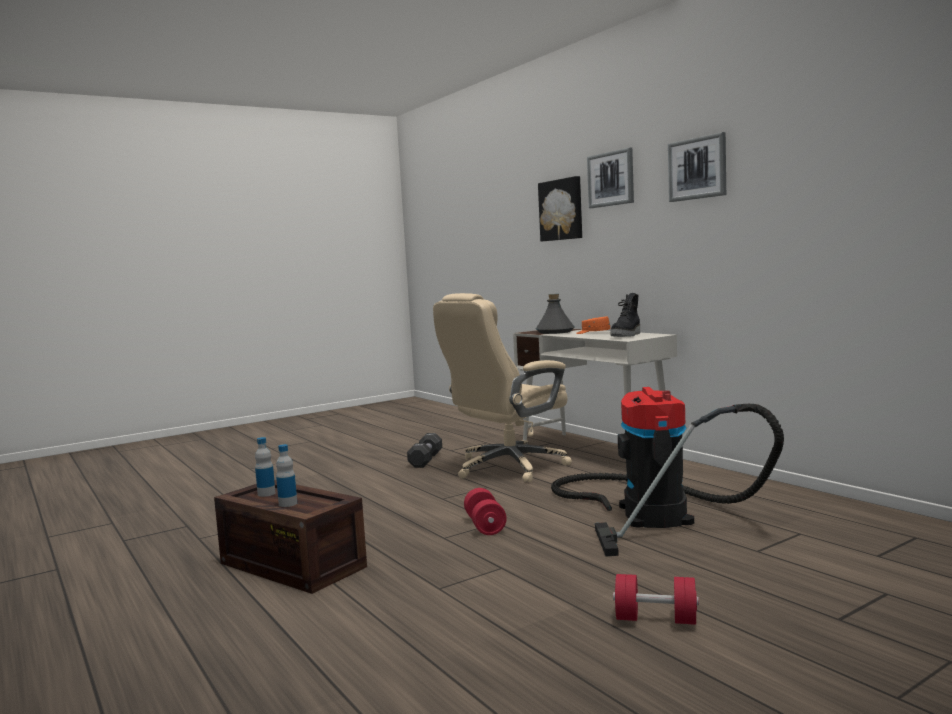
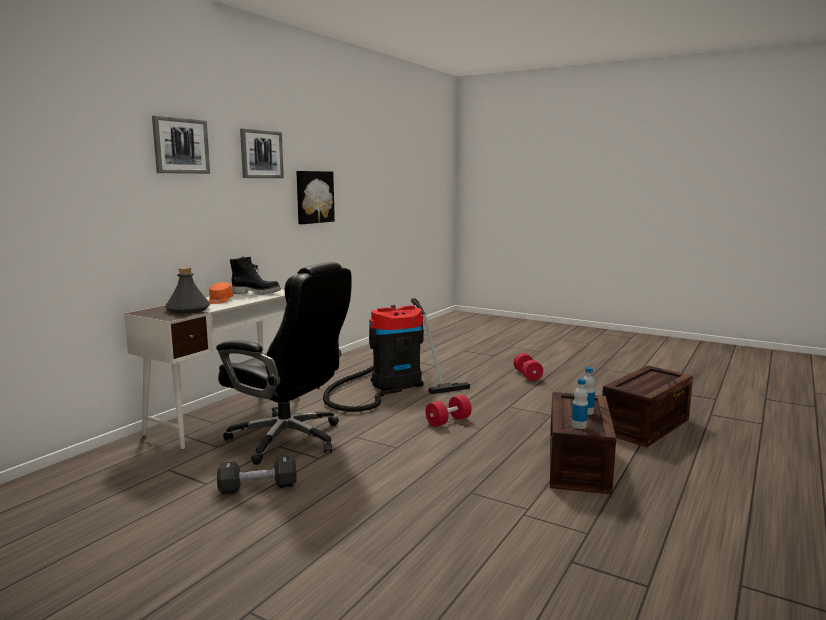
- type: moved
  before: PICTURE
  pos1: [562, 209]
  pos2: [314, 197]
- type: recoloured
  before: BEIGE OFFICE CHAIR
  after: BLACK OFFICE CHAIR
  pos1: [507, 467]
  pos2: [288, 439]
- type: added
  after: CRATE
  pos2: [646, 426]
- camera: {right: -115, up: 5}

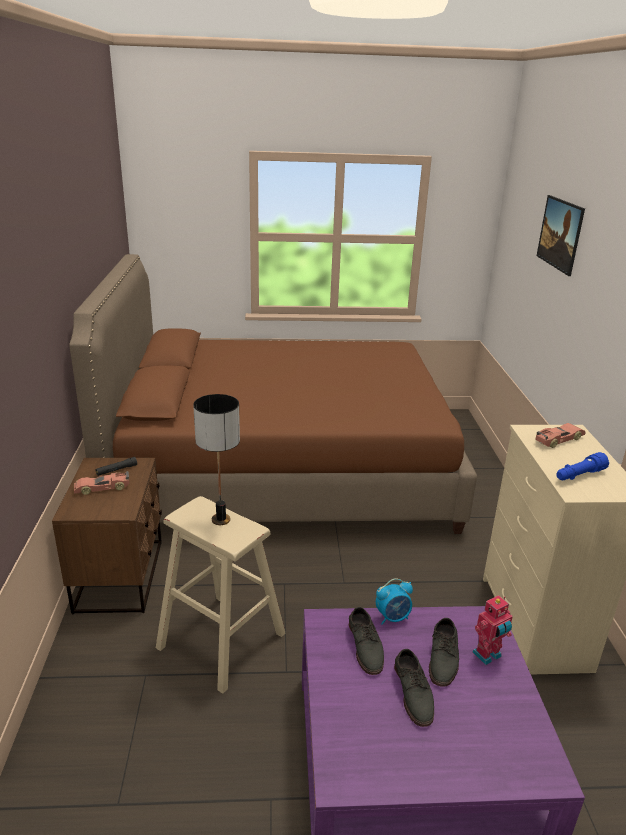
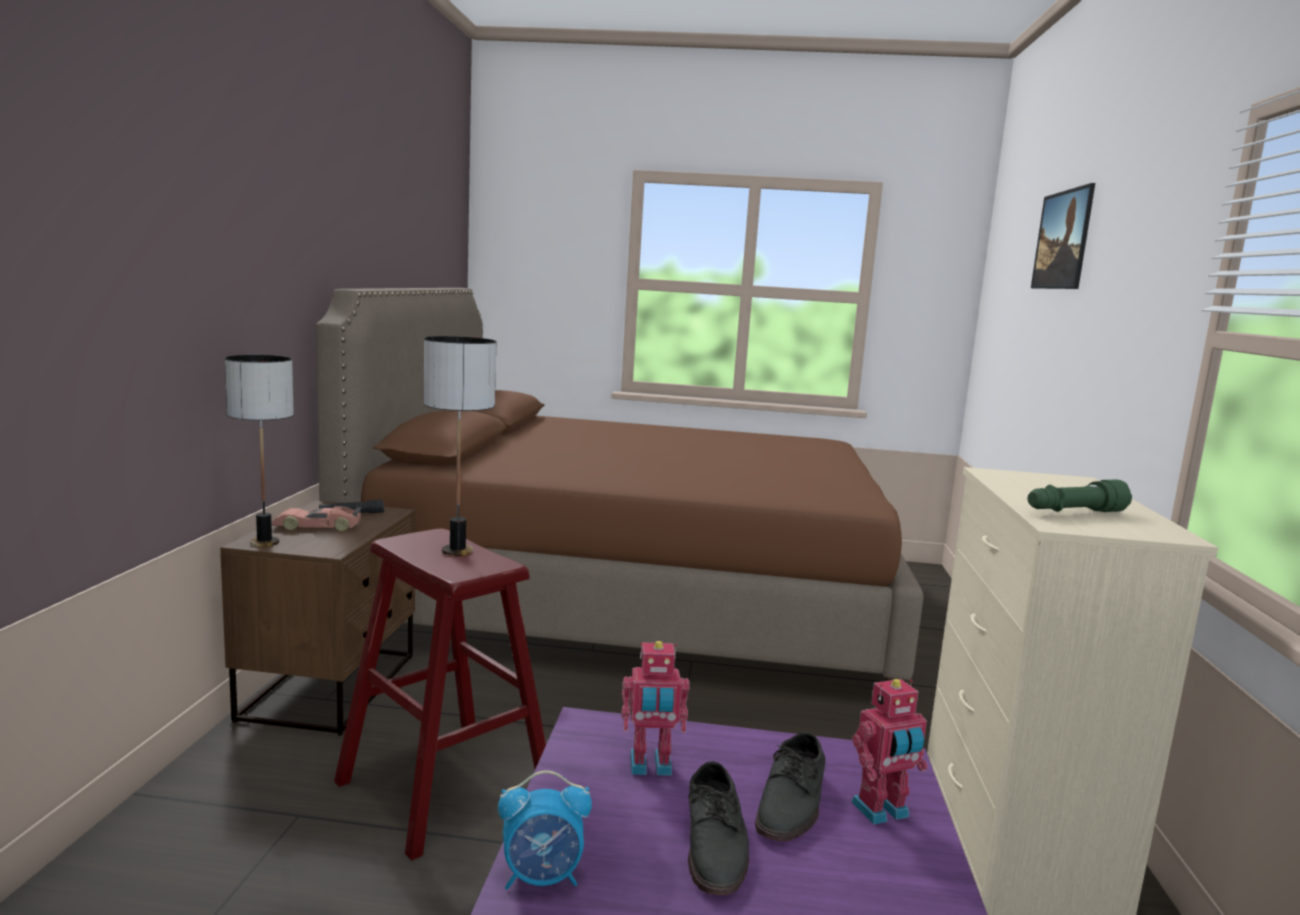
- type: removed
  before: TOY CAR
  pos1: [558, 440]
- type: recoloured
  before: BLUE FLASHLIGHT
  after: GREEN FLASHLIGHT
  pos1: [579, 475]
  pos2: [1073, 512]
- type: recoloured
  before: BEIGE STOOL
  after: RED STOOL
  pos1: [221, 640]
  pos2: [444, 787]
- type: moved
  before: ALARM CLOCK
  pos1: [393, 617]
  pos2: [542, 878]
- type: replaced
  before: GREY SHOE
  after: TOY ROBOT
  pos1: [366, 646]
  pos2: [650, 767]
- type: added
  after: TABLE LAMP
  pos2: [265, 542]
- camera: {right: 10, up: -15}

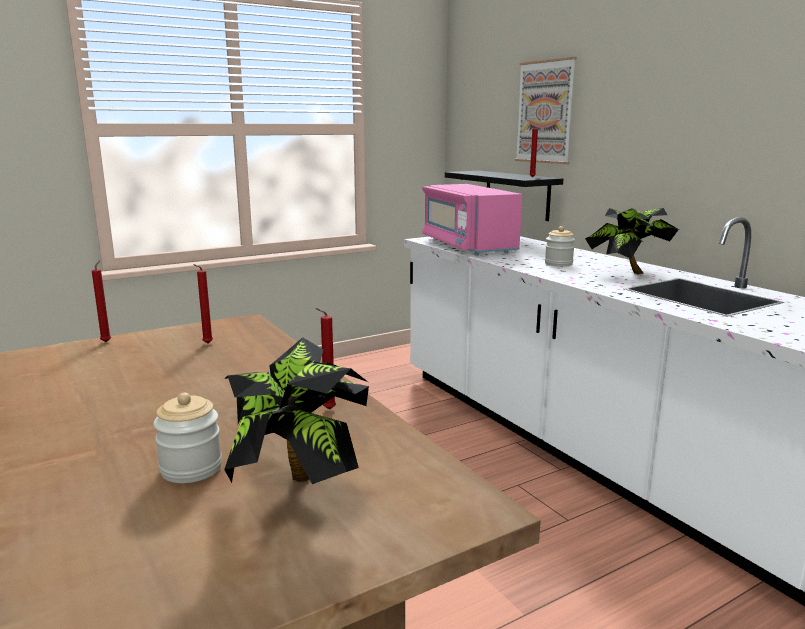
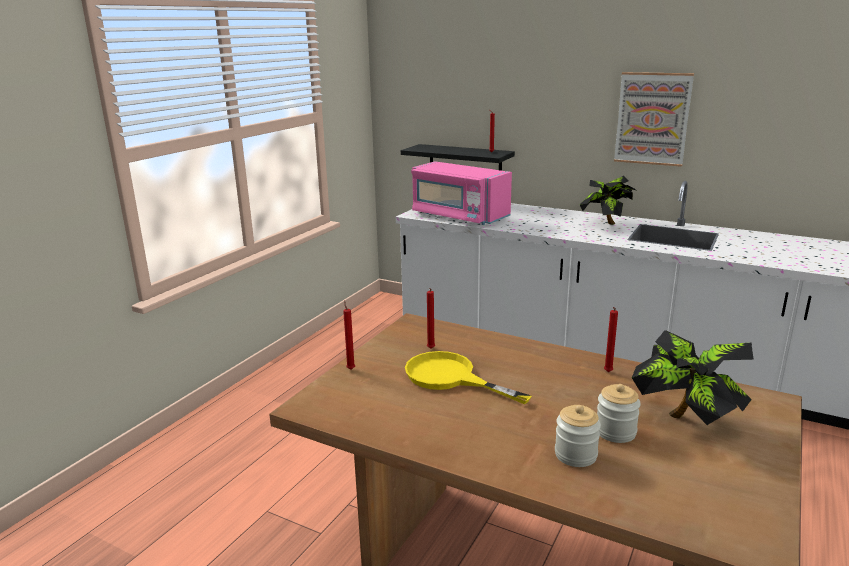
- type: moved
  before: PICTURE
  pos1: [545, 112]
  pos2: [652, 119]
- type: moved
  before: JAR
  pos1: [558, 264]
  pos2: [575, 455]
- type: added
  after: YELLOW FRYING PAN
  pos2: [450, 377]
- camera: {right: -30, up: 5}

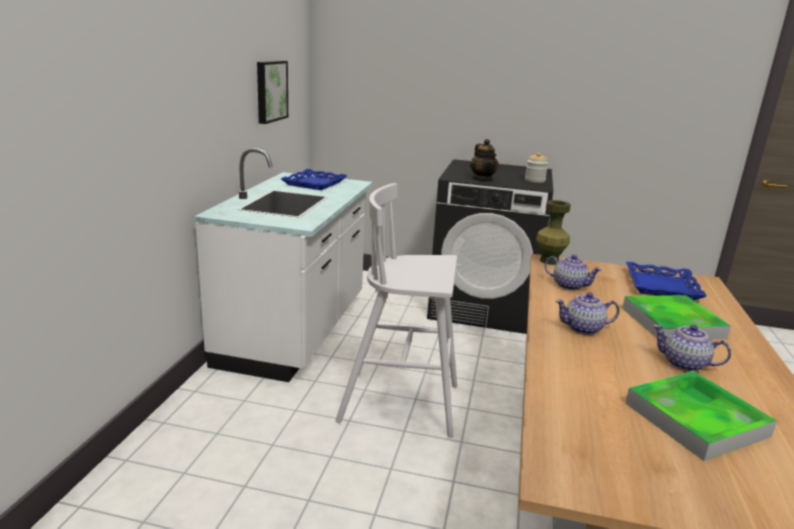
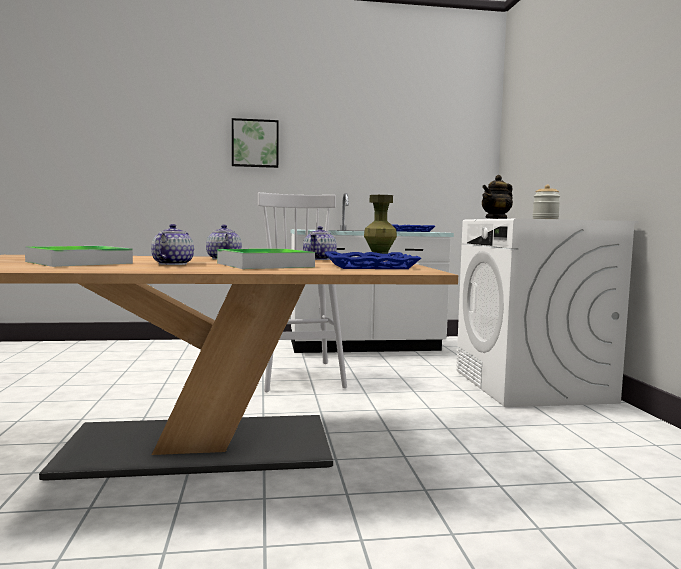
- type: moved
  before: PICTURE
  pos1: [270, 91]
  pos2: [255, 143]
- type: recoloured
  before: BLACK WASHING MACHINE
  after: WHITE WASHING MACHINE
  pos1: [483, 307]
  pos2: [531, 386]
- camera: {right: 70, up: -15}

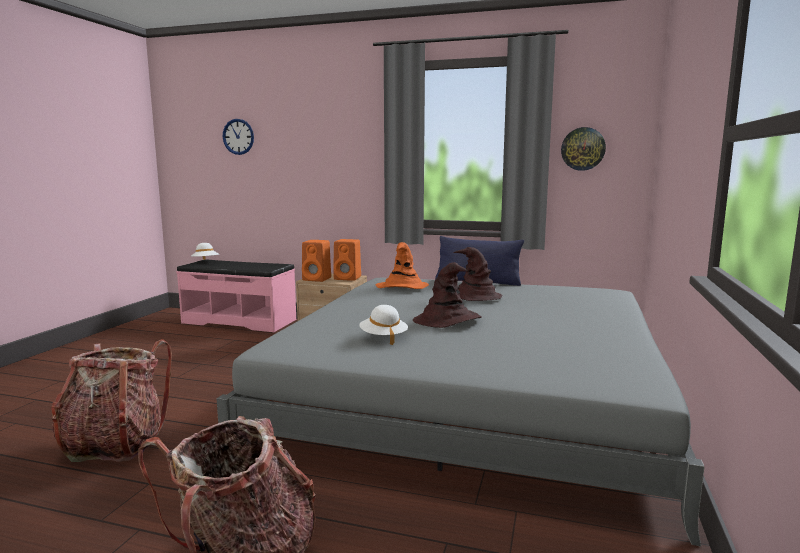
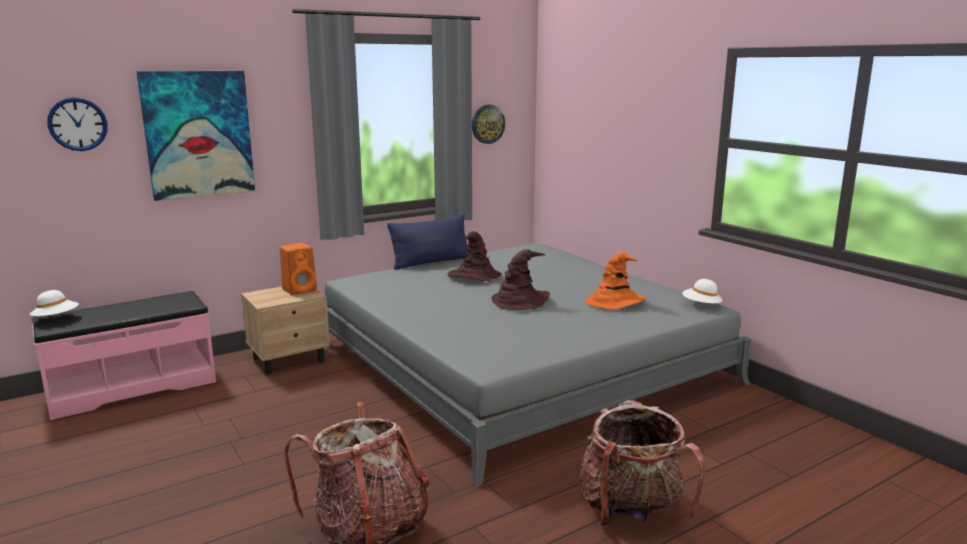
- type: removed
  before: ORANGE SPEAKER
  pos1: [318, 279]
- type: moved
  before: ORANGE HAT
  pos1: [402, 287]
  pos2: [615, 301]
- type: moved
  before: WHITE HAT
  pos1: [383, 337]
  pos2: [701, 306]
- type: added
  after: PICTURE
  pos2: [198, 134]
- camera: {right: -50, up: 5}

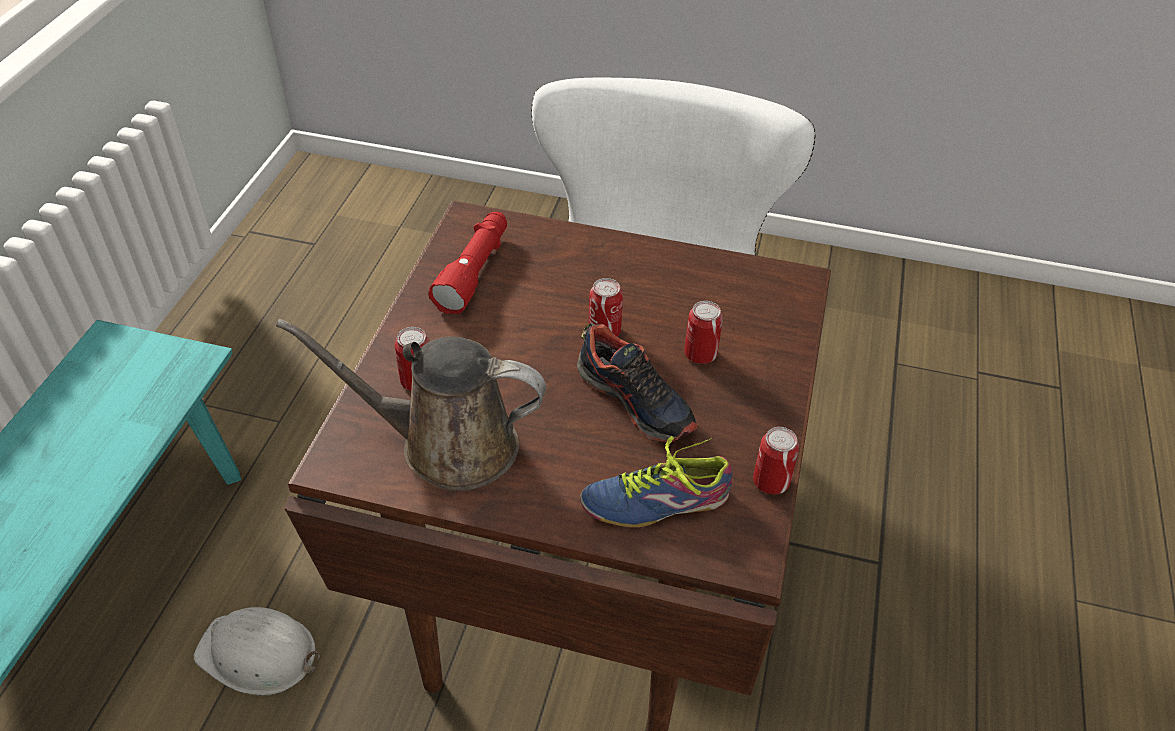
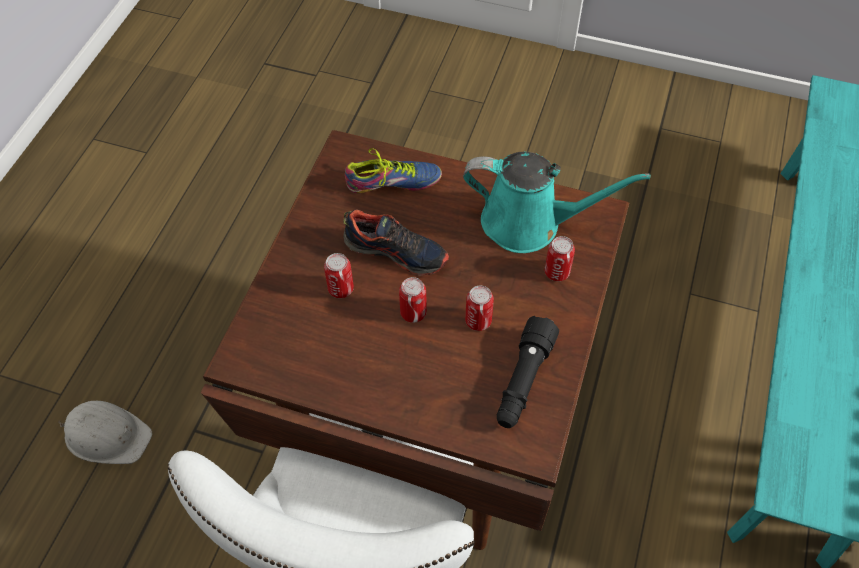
- type: recoloured
  before: RED FLASHLIGHT
  after: BLACK FLASHLIGHT
  pos1: [475, 271]
  pos2: [523, 381]
- type: recoloured
  before: BROWN WATERING CAN
  after: TURQUOISE WATERING CAN
  pos1: [447, 444]
  pos2: [529, 223]
- type: turned
  before: SHOE
  pos1: [636, 400]
  pos2: [396, 251]
  turn: 150
- type: moved
  before: CAN
  pos1: [771, 481]
  pos2: [478, 321]
- type: moved
  before: WHITE HARD HAT
  pos1: [258, 654]
  pos2: [107, 435]
- camera: {right: -175, up: 10}

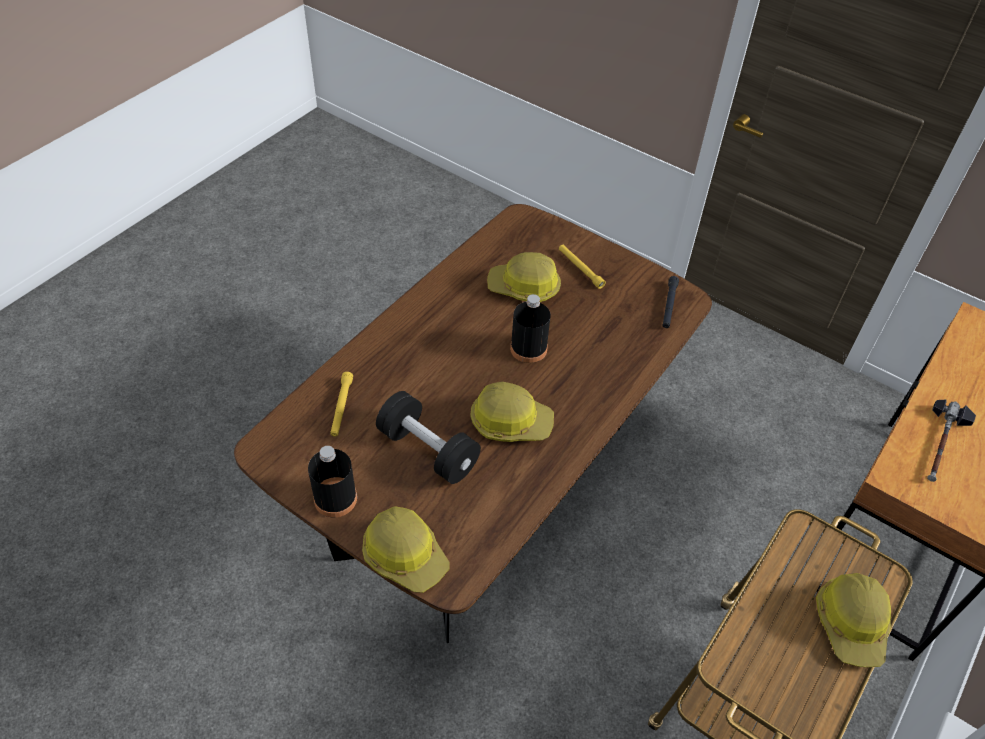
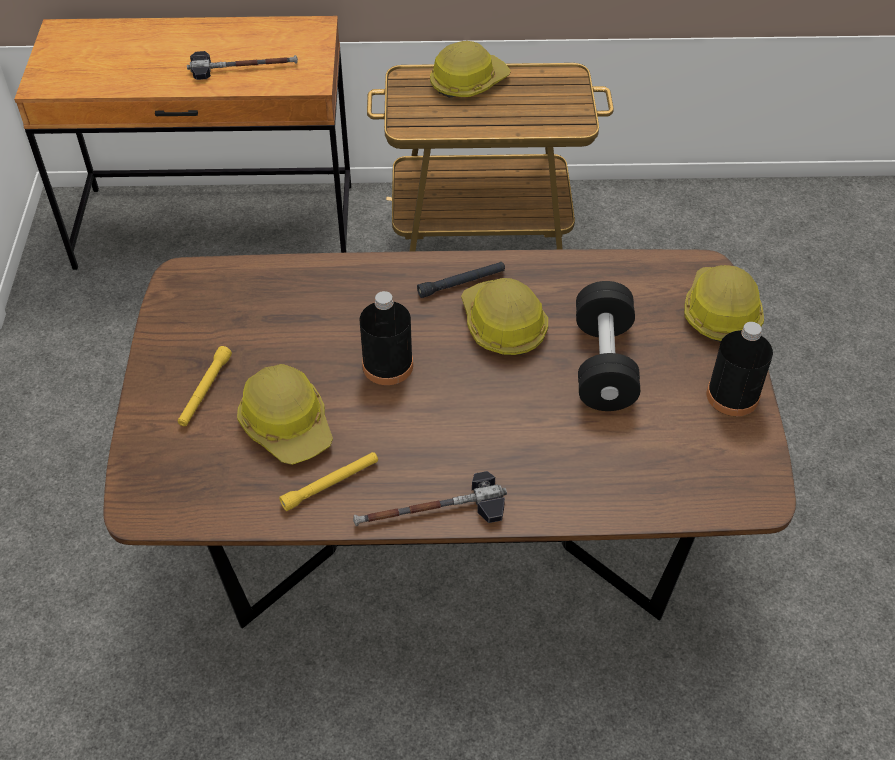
- type: moved
  before: BLACK FLASHLIGHT
  pos1: [669, 306]
  pos2: [461, 283]
- type: moved
  before: YELLOW FLASHLIGHT
  pos1: [341, 407]
  pos2: [330, 484]
- type: added
  after: HAMMER
  pos2: [431, 513]
- camera: {right: -125, up: 0}

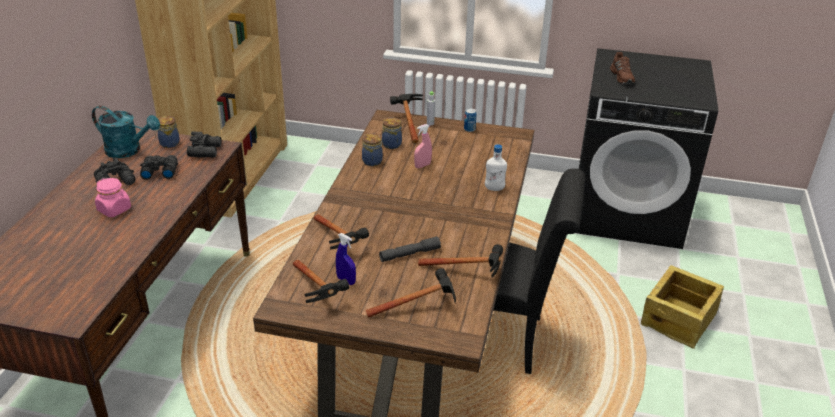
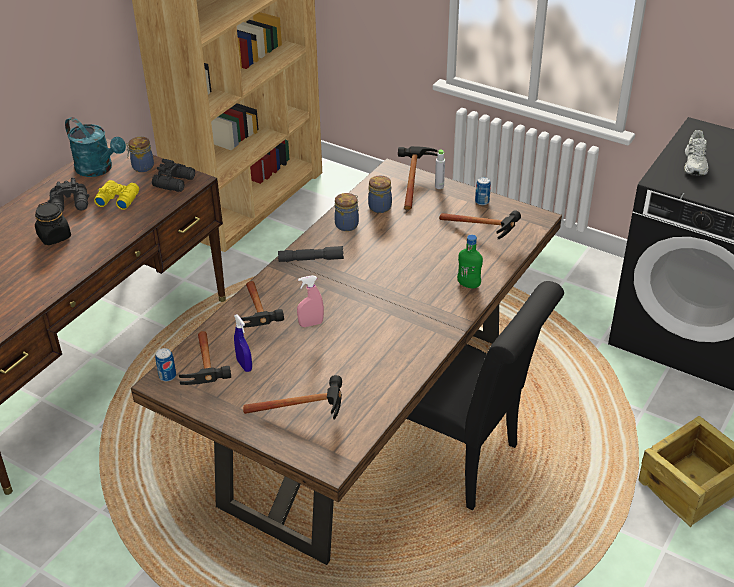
- type: recoloured
  before: BROWN SHOE
  after: WHITE SHOE
  pos1: [622, 77]
  pos2: [695, 163]
- type: moved
  before: PINK SPRAY BOTTLE
  pos1: [422, 165]
  pos2: [311, 324]
- type: recoloured
  before: WHITE BOTTLE
  after: GREEN BOTTLE
  pos1: [494, 188]
  pos2: [468, 285]
- type: recoloured
  before: BLACK BINOCULARS
  after: YELLOW BINOCULARS
  pos1: [159, 171]
  pos2: [117, 199]
- type: recoloured
  before: PINK JAR
  after: BLACK JAR
  pos1: [114, 209]
  pos2: [54, 237]
- type: moved
  before: GREY FLASHLIGHT
  pos1: [409, 254]
  pos2: [311, 259]
- type: moved
  before: HAMMER
  pos1: [470, 273]
  pos2: [486, 235]
- type: added
  after: CAN
  pos2: [167, 376]
- camera: {right: 20, up: 5}

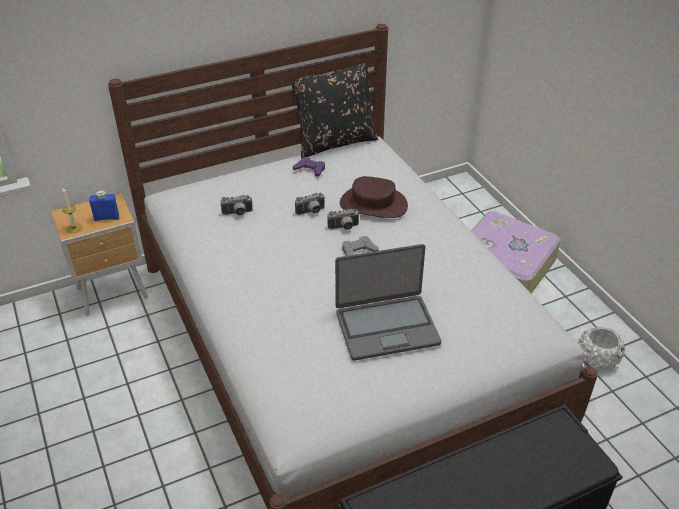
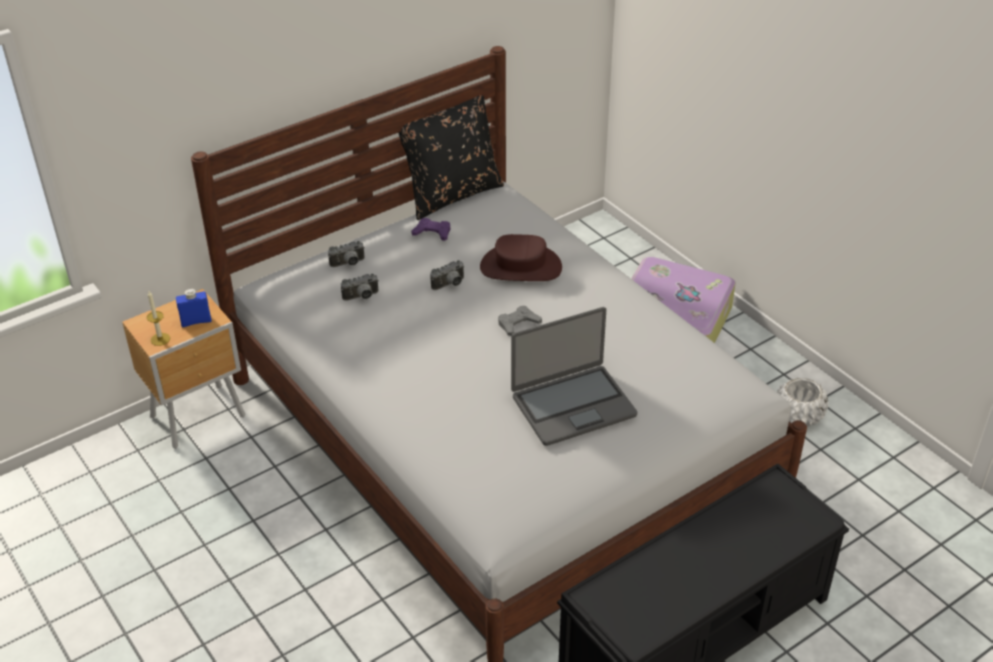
- type: moved
  before: PHOTO CAMERA
  pos1: [344, 228]
  pos2: [348, 264]
- camera: {right: -10, up: 0}

